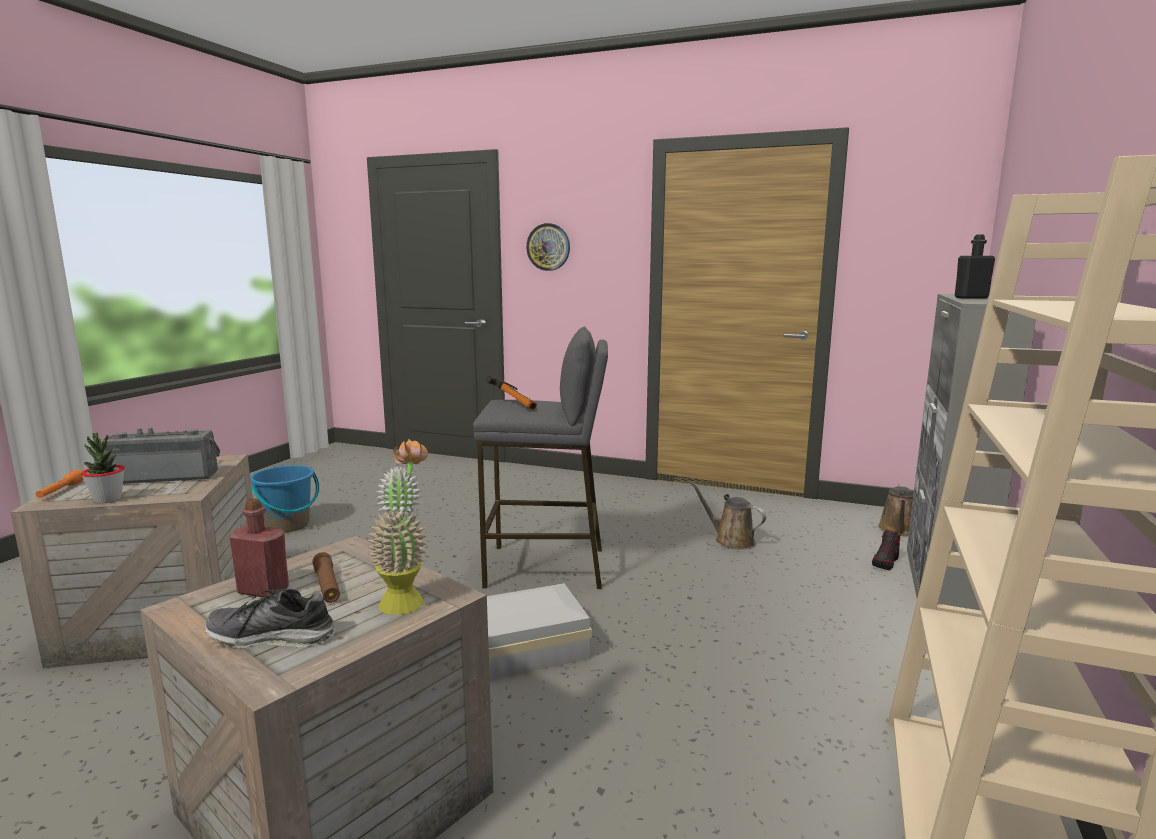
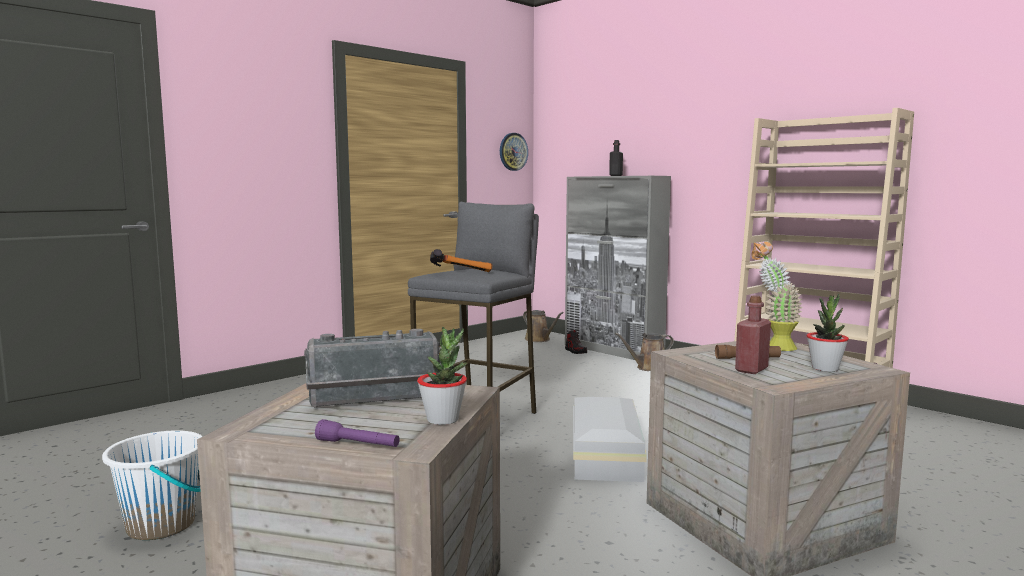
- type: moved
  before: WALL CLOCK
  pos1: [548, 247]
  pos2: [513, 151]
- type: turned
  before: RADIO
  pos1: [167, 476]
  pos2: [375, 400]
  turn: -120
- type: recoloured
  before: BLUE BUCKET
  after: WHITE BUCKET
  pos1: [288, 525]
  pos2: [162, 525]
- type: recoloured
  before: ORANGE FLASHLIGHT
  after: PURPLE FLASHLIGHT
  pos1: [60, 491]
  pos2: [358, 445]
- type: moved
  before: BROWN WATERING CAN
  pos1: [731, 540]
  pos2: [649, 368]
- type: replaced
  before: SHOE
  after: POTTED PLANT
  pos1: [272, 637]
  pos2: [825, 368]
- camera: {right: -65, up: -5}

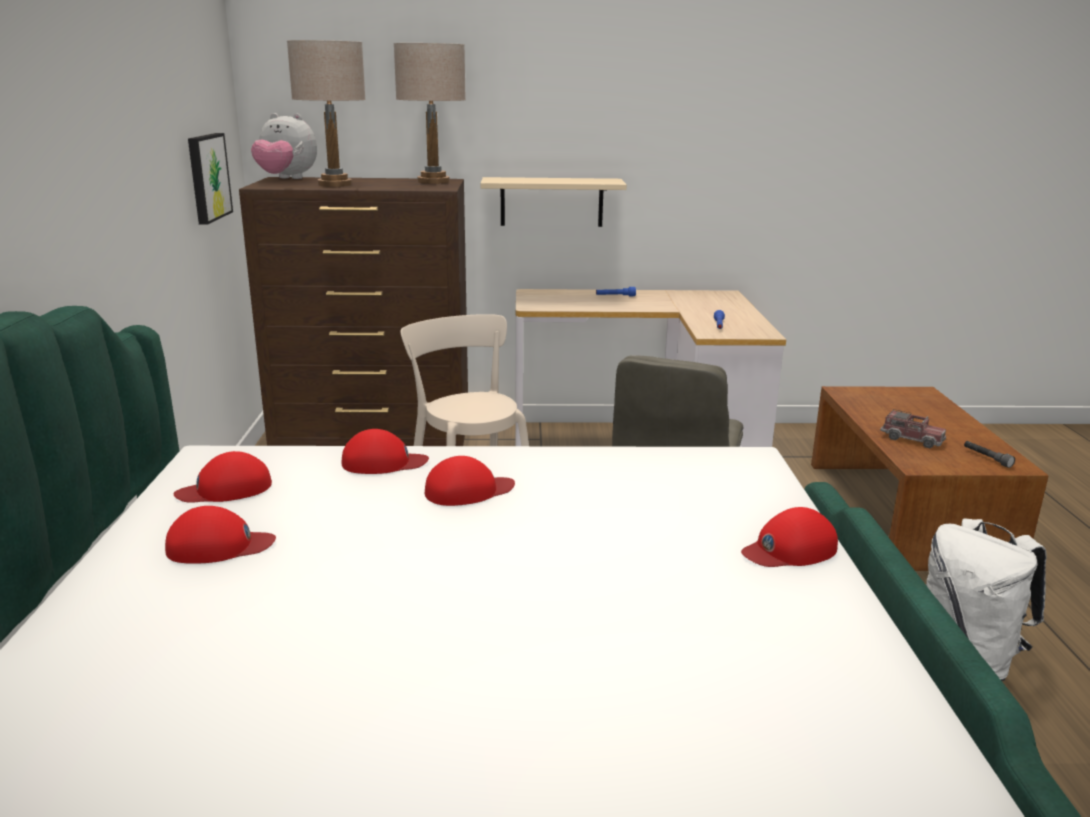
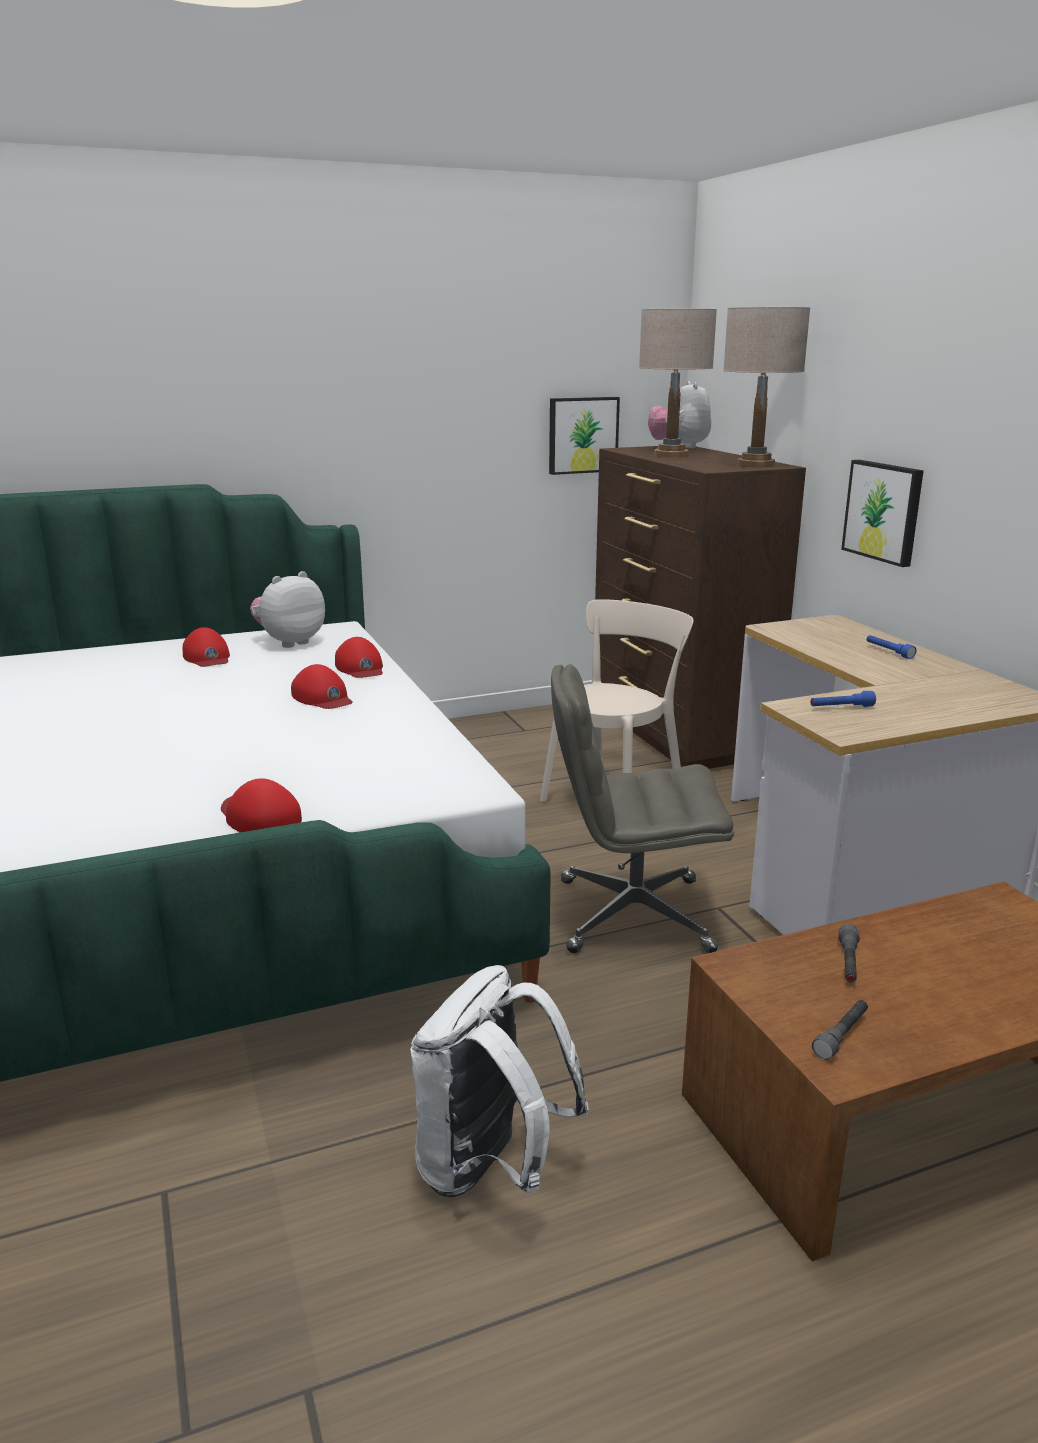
- type: replaced
  before: BEIGE SHELF
  after: PICTURE
  pos1: [551, 202]
  pos2: [884, 511]
- type: replaced
  before: TOY TRUCK
  after: GREY FLASHLIGHT
  pos1: [912, 439]
  pos2: [848, 963]
- type: replaced
  before: RED CAP
  after: PLUSH TOY
  pos1: [226, 489]
  pos2: [289, 642]
- camera: {right: 70, up: 0}

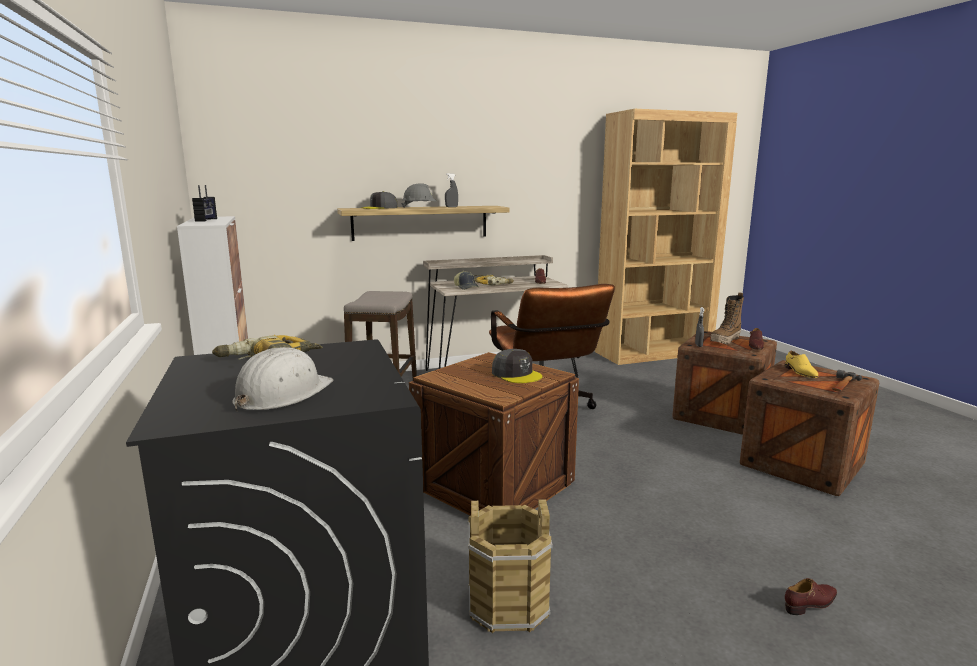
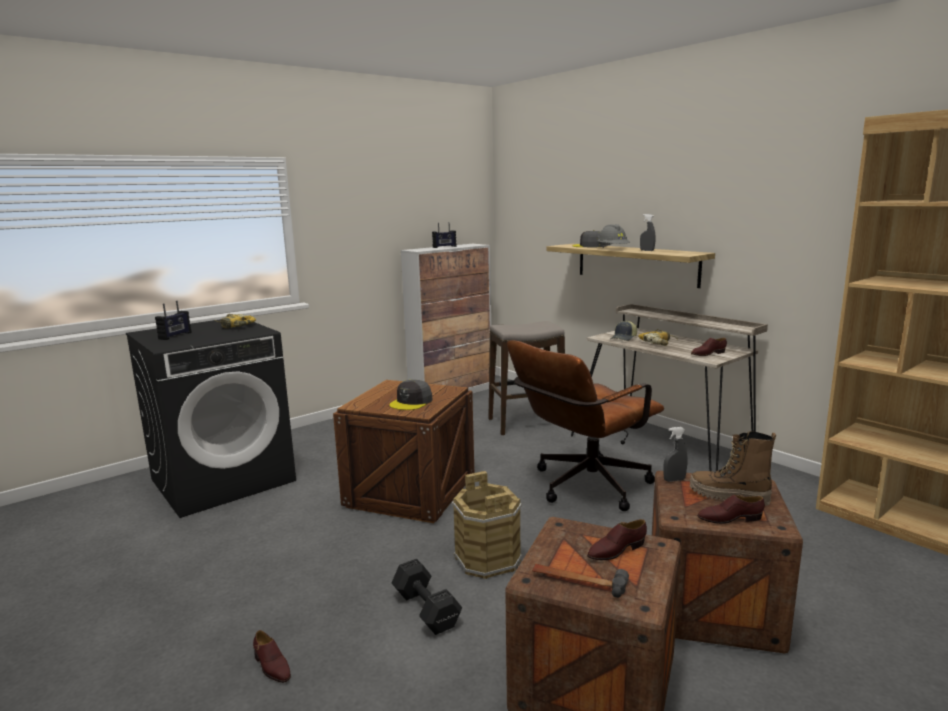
- type: replaced
  before: WHITE HARD HAT
  after: RADIO
  pos1: [282, 394]
  pos2: [175, 336]
- type: recoloured
  before: YELLOW SHOE
  after: BROWN SHOE
  pos1: [800, 372]
  pos2: [616, 550]
- type: moved
  before: BROWN BUCKET
  pos1: [508, 604]
  pos2: [487, 559]
- type: added
  after: BLACK DUMBBELL
  pos2: [426, 611]
- camera: {right: 70, up: 0}

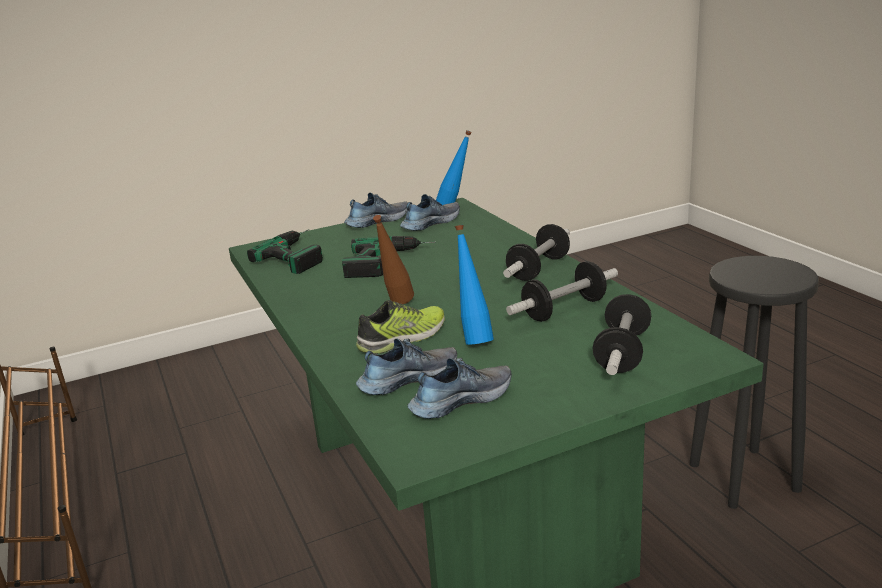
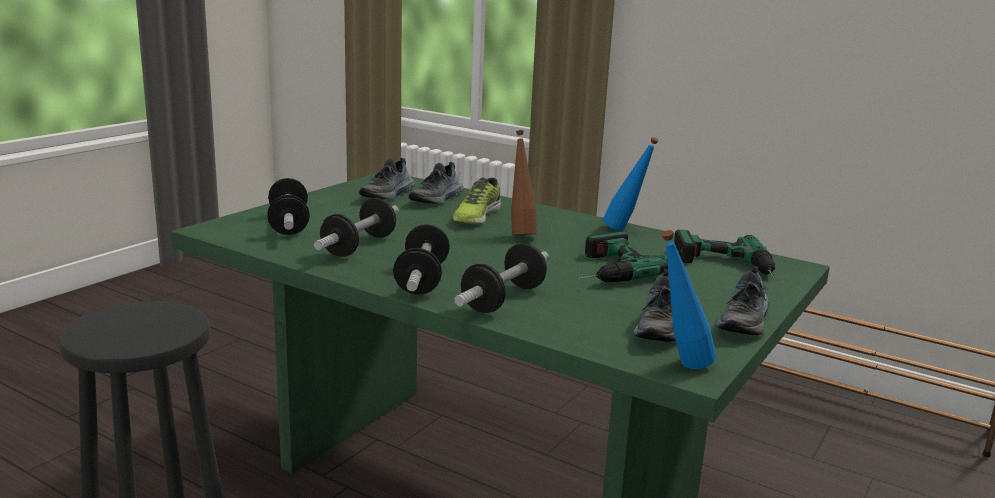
- type: moved
  before: BLUE BOTTLE
  pos1: [474, 339]
  pos2: [625, 230]
- type: added
  after: DUMBBELL
  pos2: [503, 299]
- camera: {right: 145, up: -5}

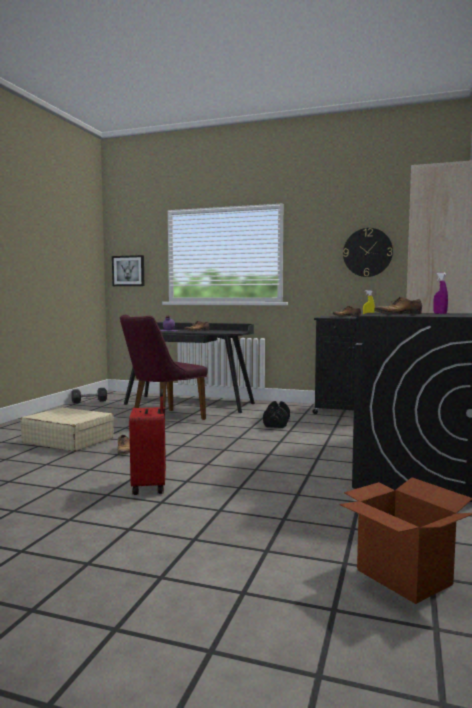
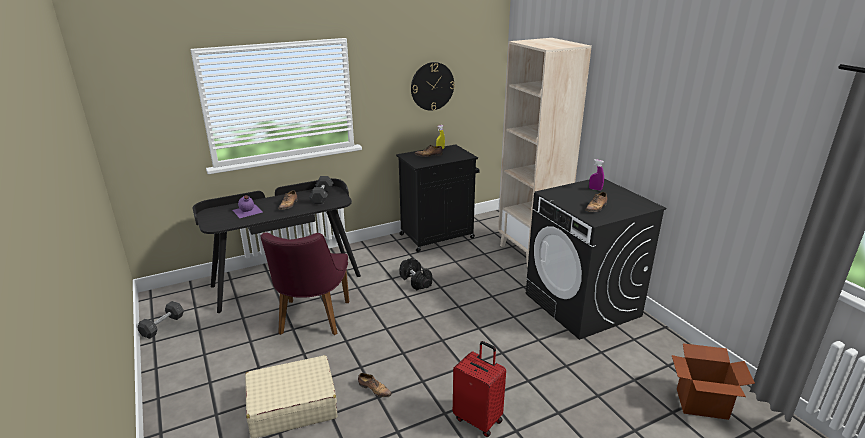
- type: removed
  before: PICTURE
  pos1: [128, 271]
- type: added
  after: GREY DUMBBELL
  pos2: [322, 196]
- camera: {right: -45, up: 20}

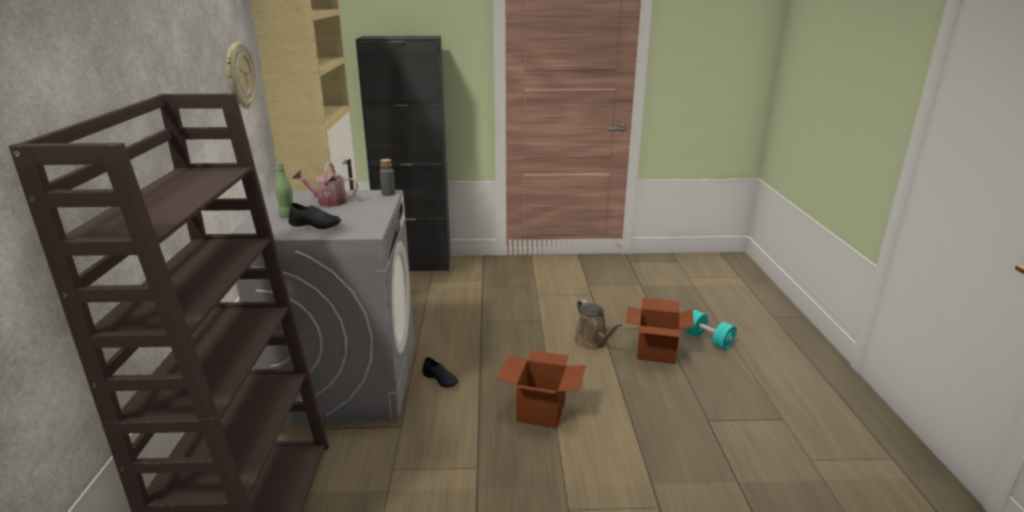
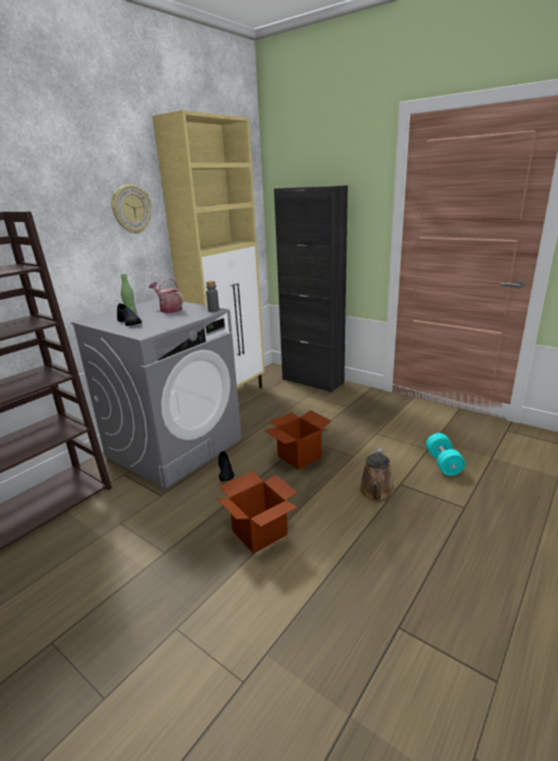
- type: moved
  before: CARDBOARD BOX
  pos1: [656, 352]
  pos2: [299, 457]
- type: moved
  before: TURQUOISE DUMBBELL
  pos1: [708, 340]
  pos2: [443, 463]
- camera: {right: 40, up: 0}

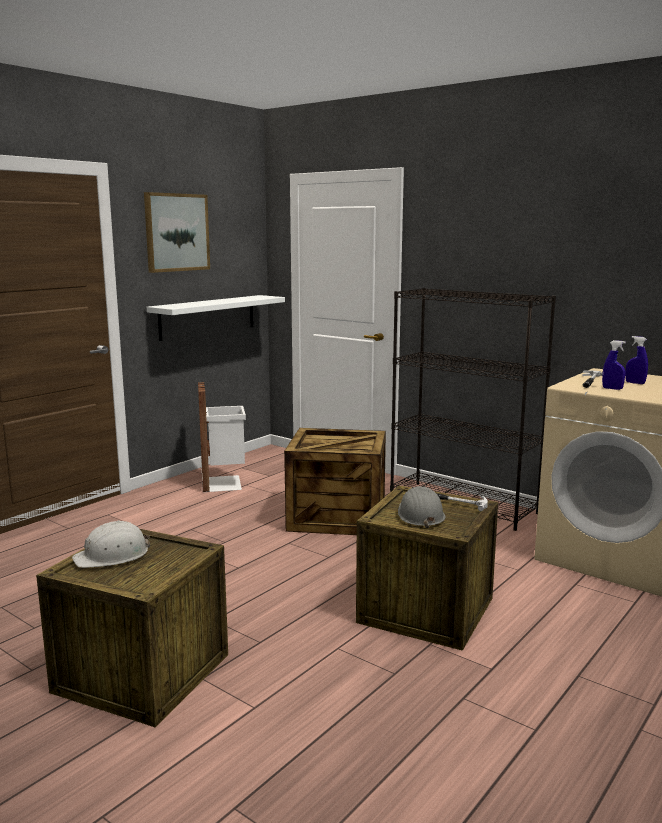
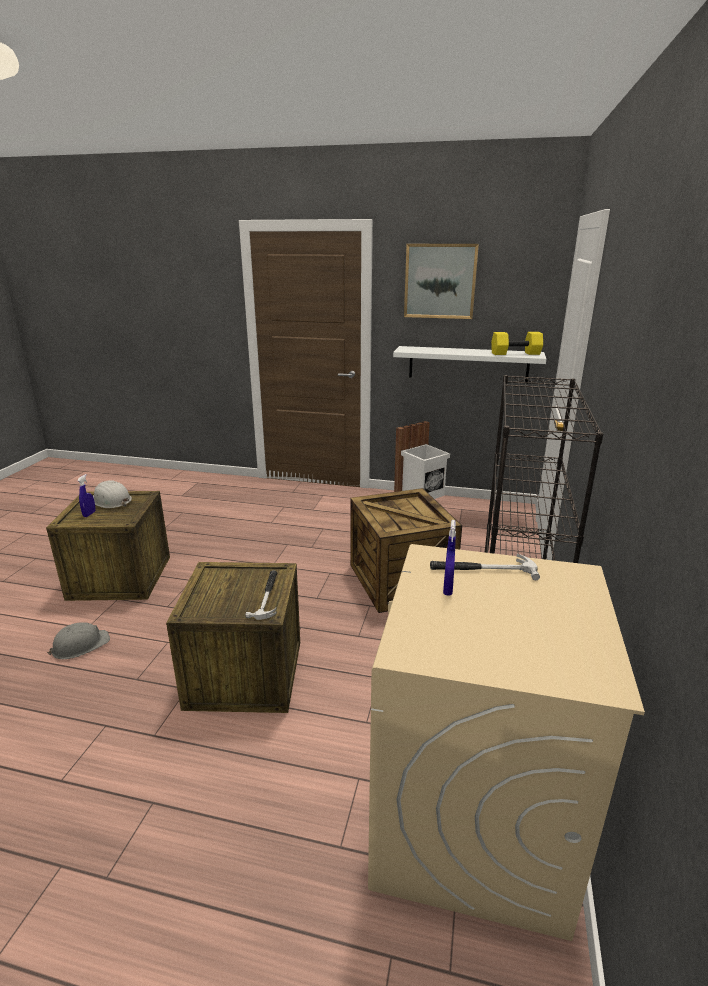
- type: moved
  before: BLUE SPRAY BOTTLE
  pos1: [635, 383]
  pos2: [89, 514]
- type: moved
  before: GREY HARD HAT
  pos1: [420, 515]
  pos2: [80, 645]
- type: added
  after: YELLOW DUMBBELL
  pos2: [515, 353]
- camera: {right: 65, up: 10}

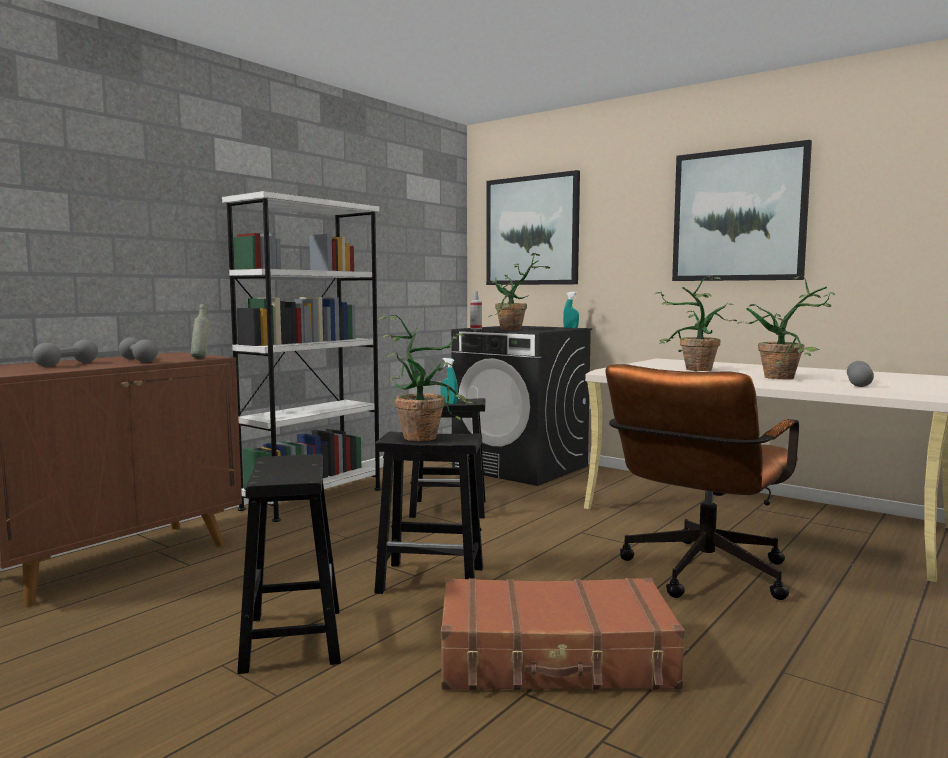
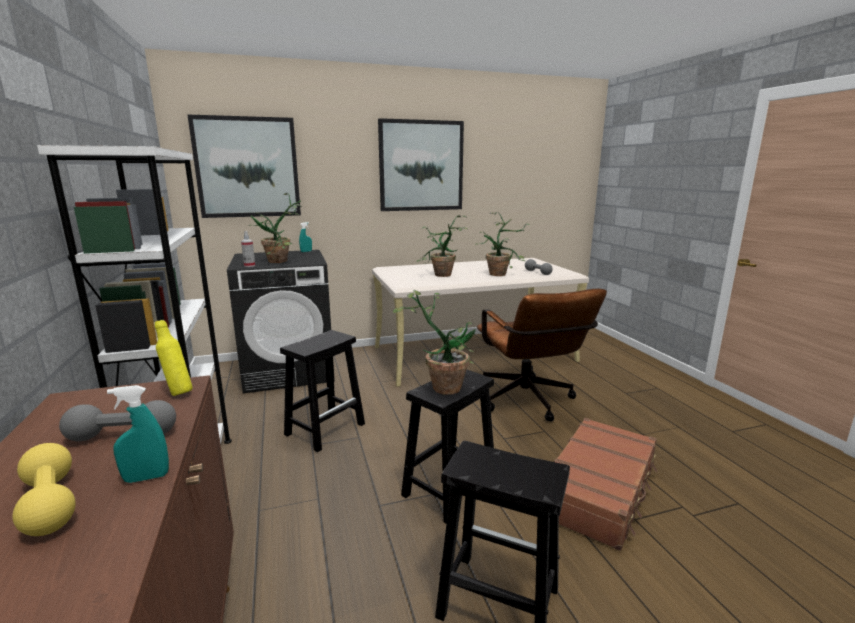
- type: recoloured
  before: GREY BOTTLE
  after: YELLOW BOTTLE
  pos1: [201, 358]
  pos2: [178, 392]
- type: recoloured
  before: GREY DUMBBELL
  after: YELLOW DUMBBELL
  pos1: [67, 364]
  pos2: [50, 504]
- type: moved
  before: TURQUOISE SPRAY BOTTLE
  pos1: [449, 403]
  pos2: [146, 477]
- camera: {right: -55, up: 10}

